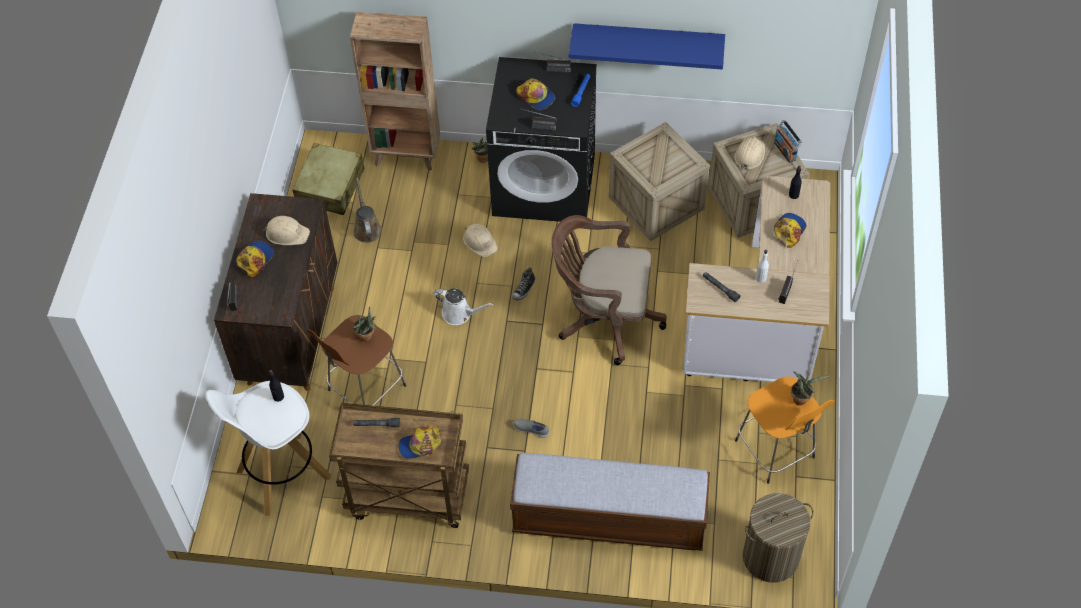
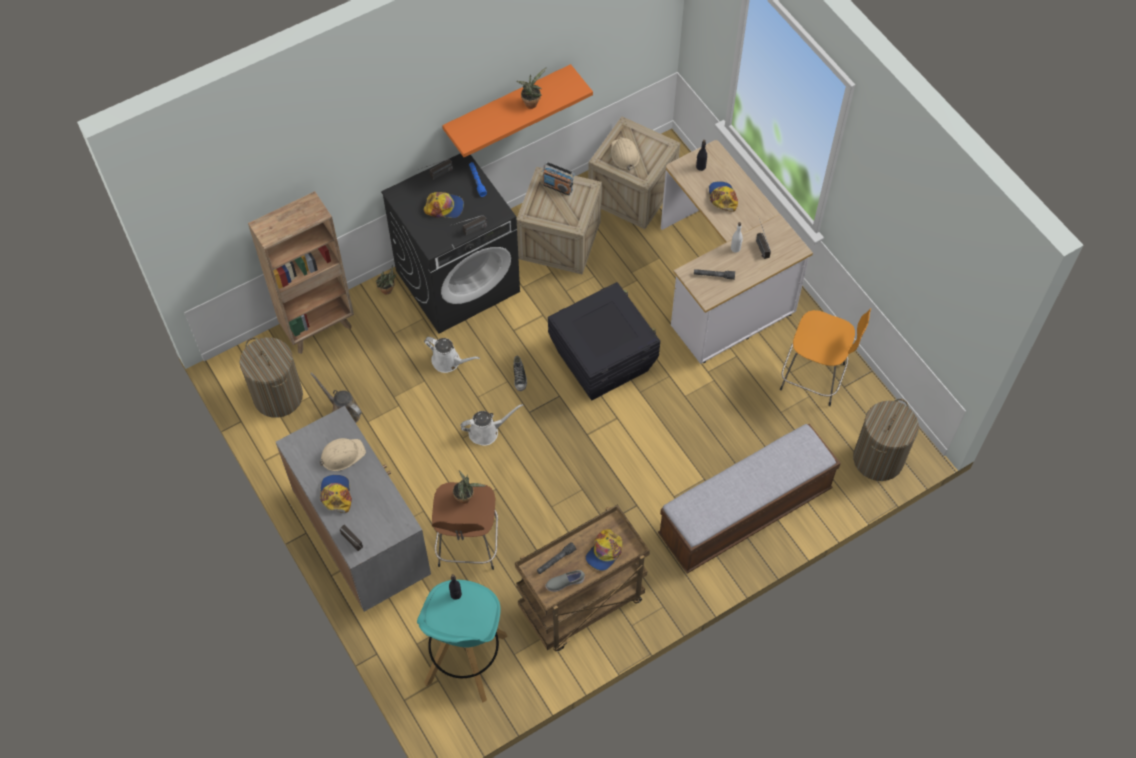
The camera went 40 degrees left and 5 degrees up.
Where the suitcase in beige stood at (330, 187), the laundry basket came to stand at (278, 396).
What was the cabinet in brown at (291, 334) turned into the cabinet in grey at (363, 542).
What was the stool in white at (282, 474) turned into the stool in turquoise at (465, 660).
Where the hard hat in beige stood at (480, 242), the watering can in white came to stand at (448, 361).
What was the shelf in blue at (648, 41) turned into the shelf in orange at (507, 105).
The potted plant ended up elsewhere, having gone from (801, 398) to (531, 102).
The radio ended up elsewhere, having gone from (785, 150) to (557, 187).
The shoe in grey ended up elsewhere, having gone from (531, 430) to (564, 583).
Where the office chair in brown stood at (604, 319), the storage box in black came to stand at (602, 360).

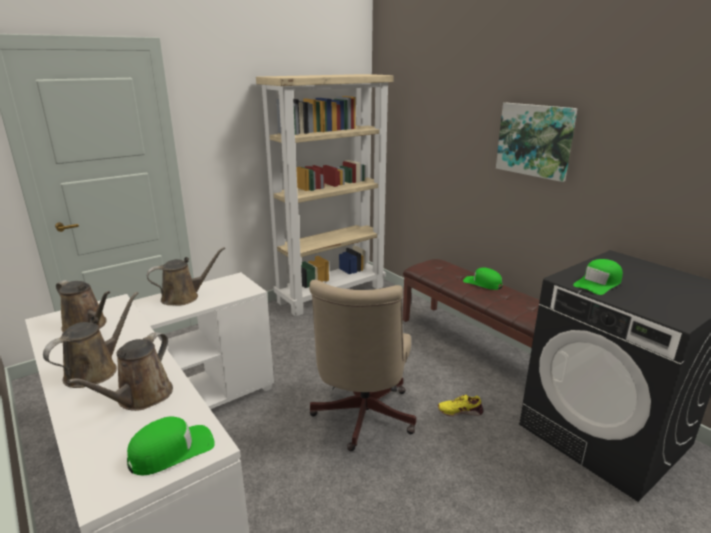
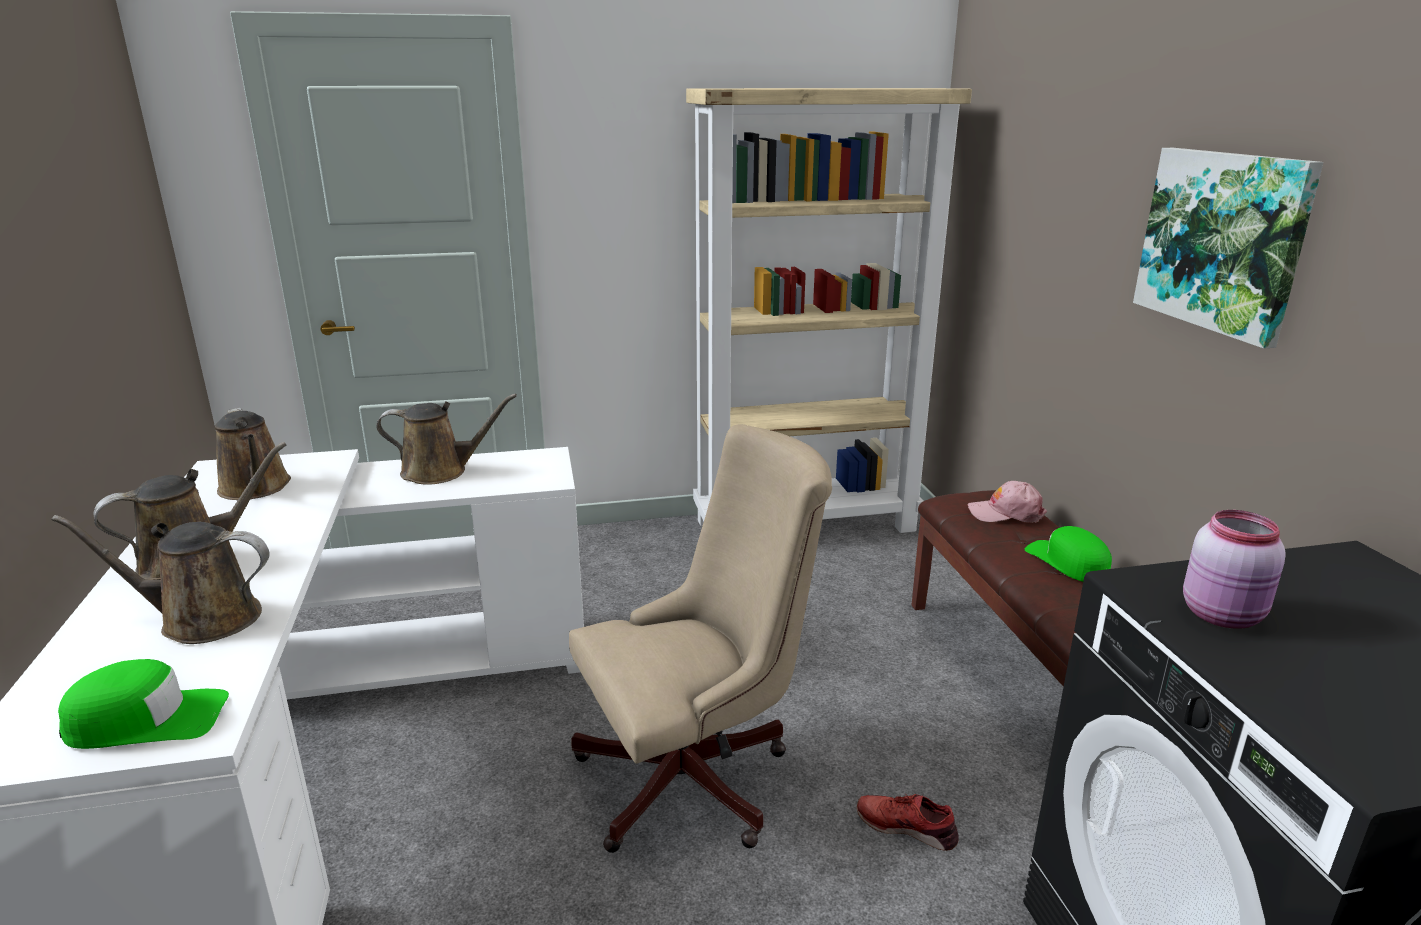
The camera went 25 degrees right and 0 degrees up.
The watering can in brown at (141, 397) ended up facing another way, 45 degrees clockwise from before.
The office chair in beige at (361, 418) ended up facing another way, 150 degrees counterclockwise from before.
What was the shoe in yellow at (460, 410) turned into the shoe in red at (906, 826).
The second view gained the cap in pink at (1006, 513).
Where the cap in green stood at (598, 283), the jar in pink came to stand at (1224, 615).

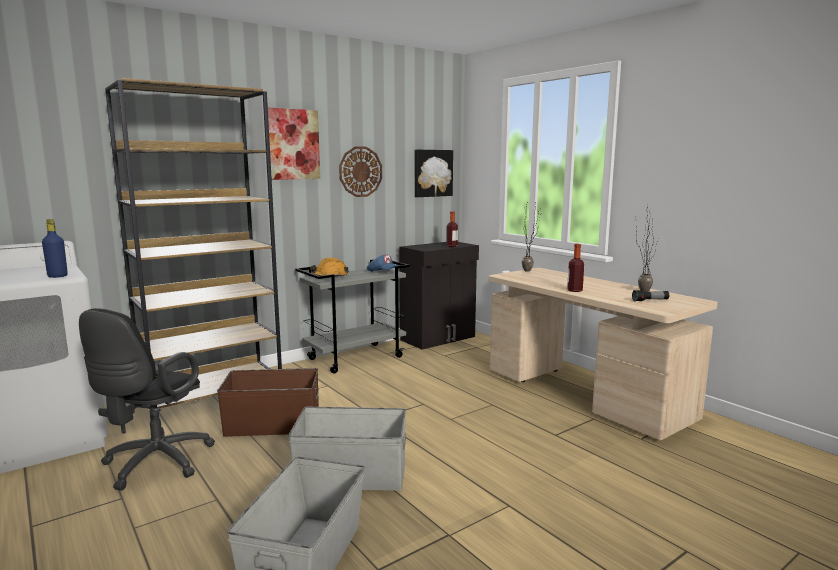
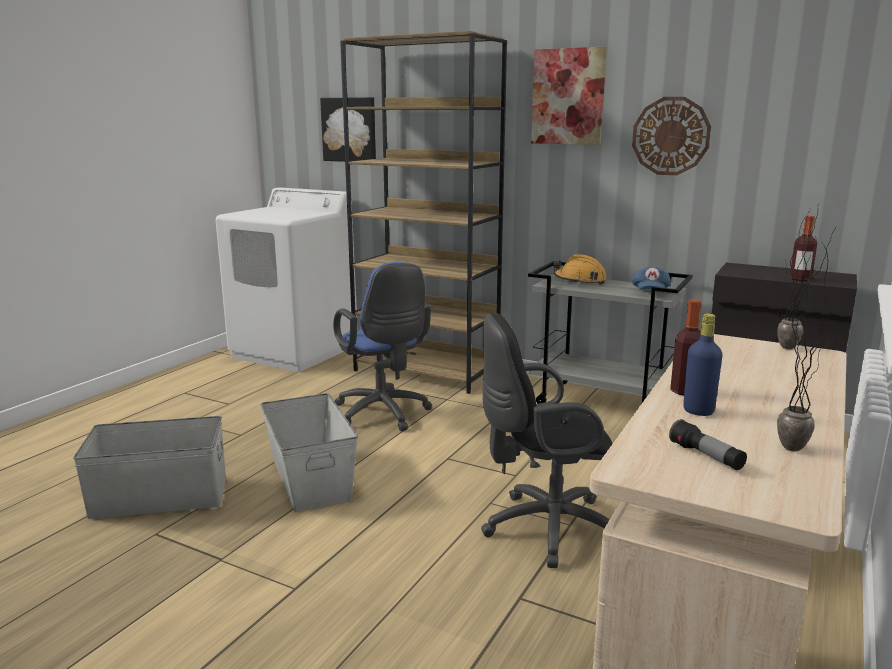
The camera went 65 degrees right and 5 degrees up.
The picture ended up elsewhere, having gone from (432, 173) to (350, 129).
Where the storage box in brown stood at (273, 425), the office chair in blue came to stand at (383, 414).
The office chair in black ended up elsewhere, having gone from (153, 464) to (544, 528).
The bottle in blue ended up elsewhere, having gone from (57, 276) to (698, 411).

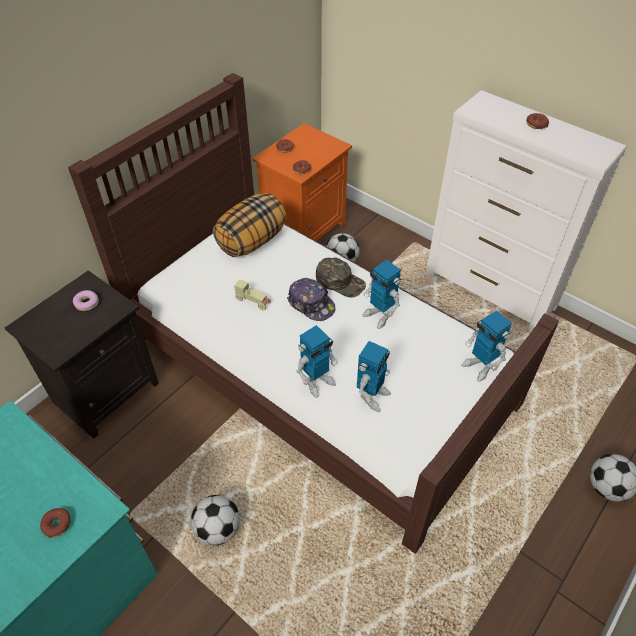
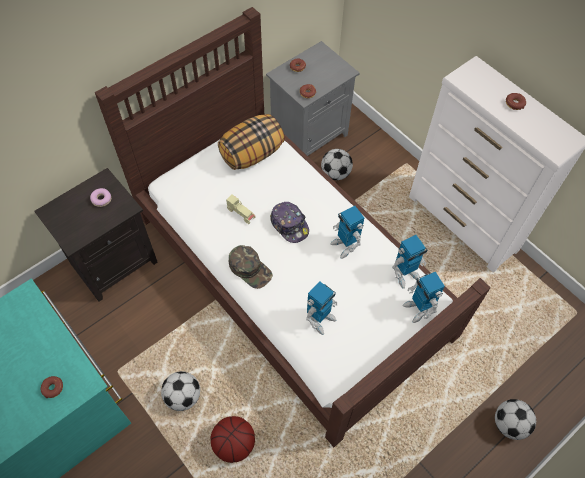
The camera went 10 degrees right and 10 degrees up.
The second view gained the basketball at (233, 444).
The cap in green ended up elsewhere, having gone from (340, 281) to (250, 269).
What was the nightstand in orange at (304, 230) turned into the nightstand in grey at (309, 134).
The toy robot ended up elsewhere, having gone from (317, 382) to (405, 275).

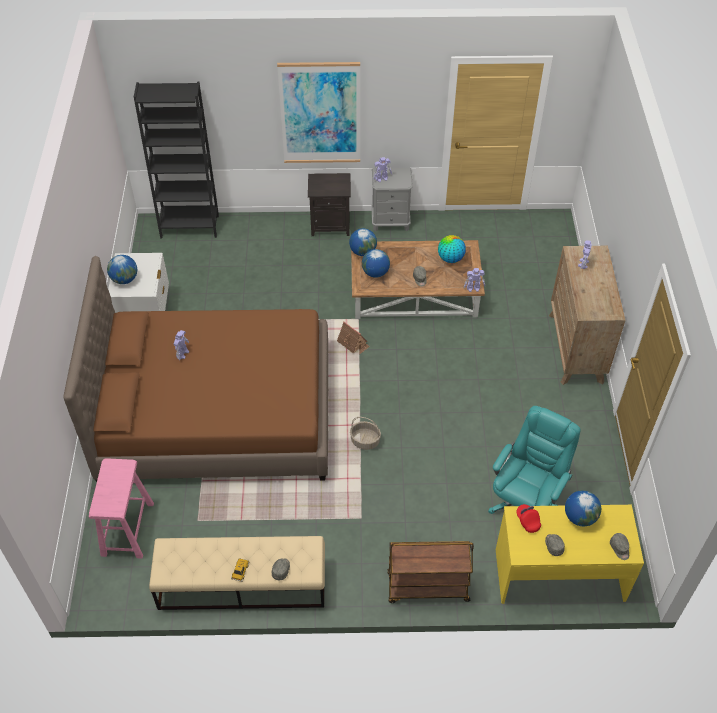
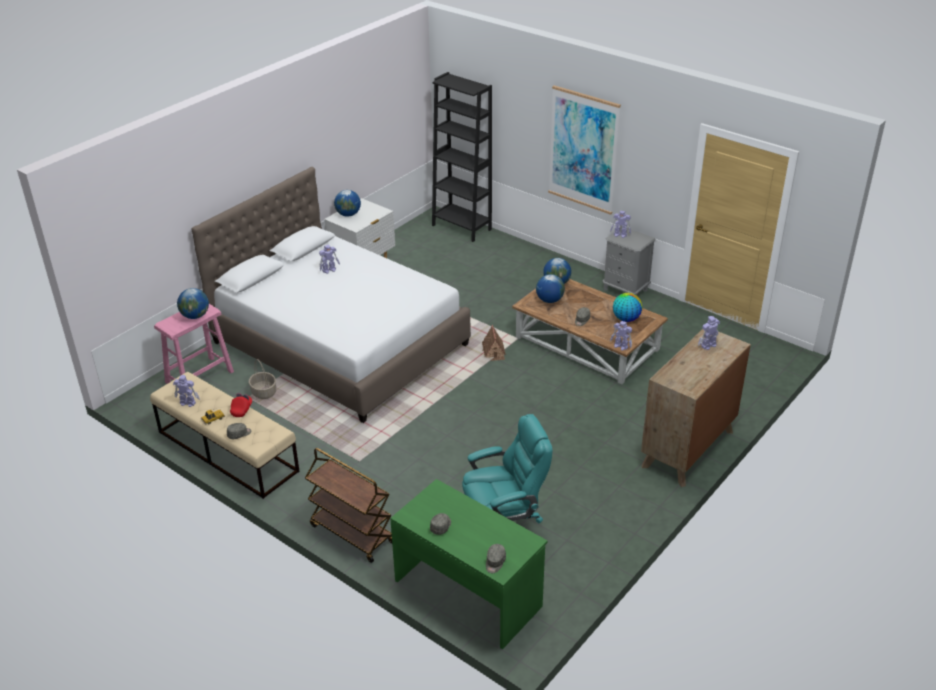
The camera went 40 degrees right and 15 degrees down.
The second view gained the toy robot at (187, 403).
The globe ended up elsewhere, having gone from (580, 517) to (195, 316).
What was the bed in brown at (217, 412) turned into the bed in white at (340, 343).
The cap in red ended up elsewhere, having gone from (527, 521) to (242, 409).
The basket ended up elsewhere, having gone from (364, 441) to (263, 392).
What was the desk in yellow at (559, 573) turned into the desk in green at (468, 592).
The second view lost the nightstand in black at (331, 225).

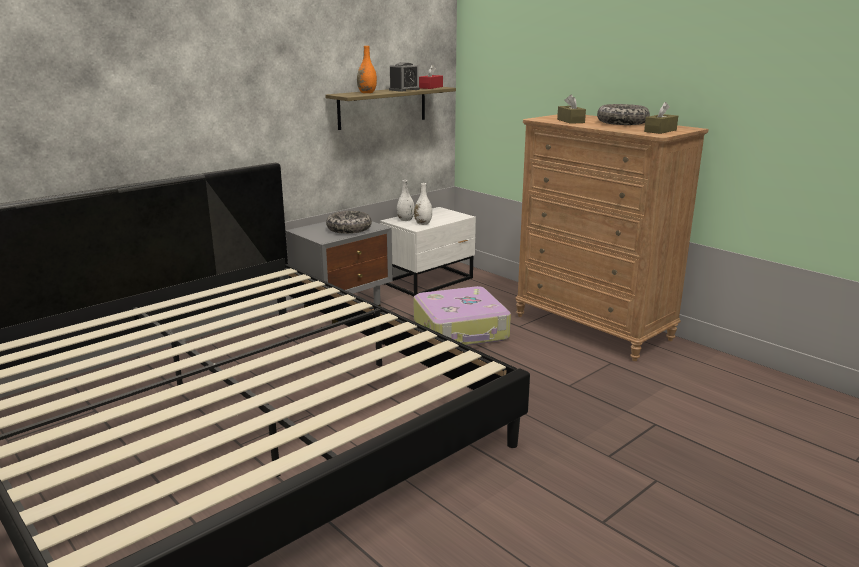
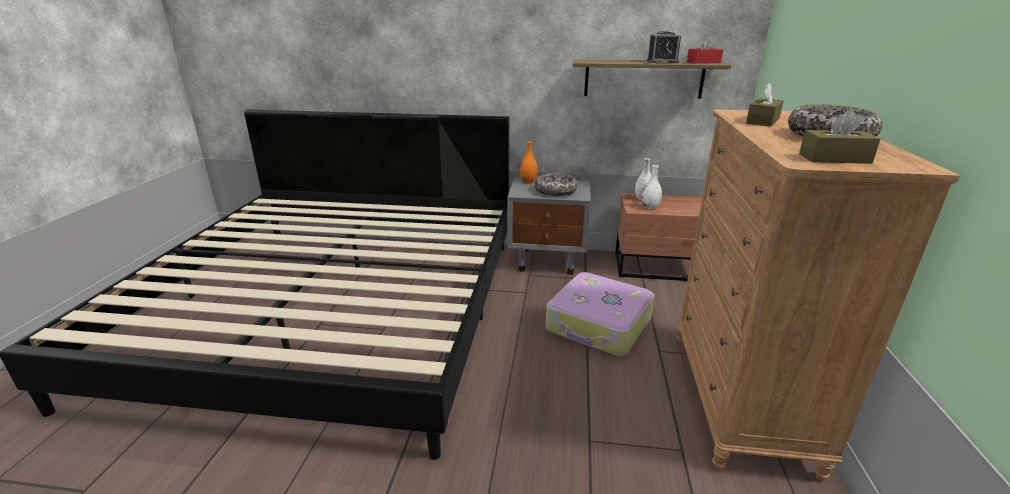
The camera went 50 degrees right and 5 degrees up.
The vase in orange ended up elsewhere, having gone from (367, 92) to (528, 181).
What was the nightstand in white at (430, 281) turned into the nightstand in brown at (659, 267).

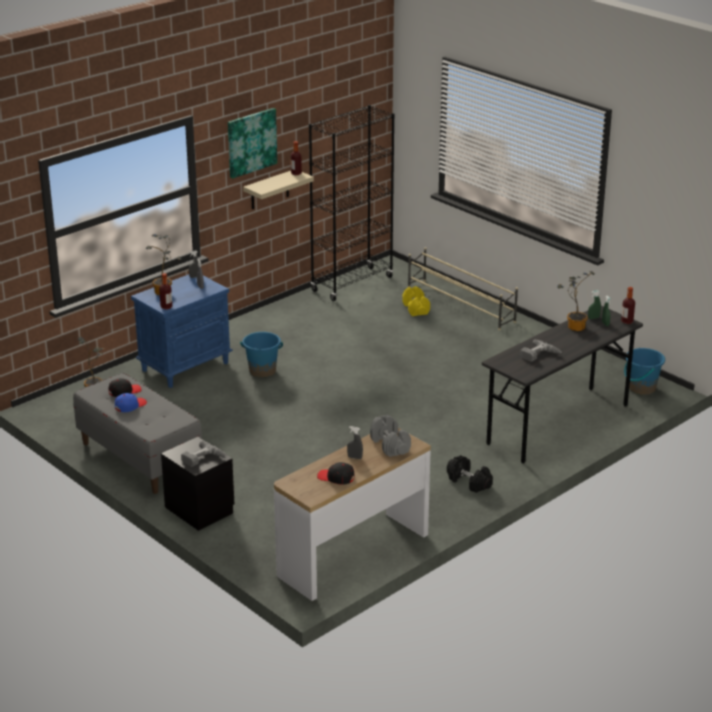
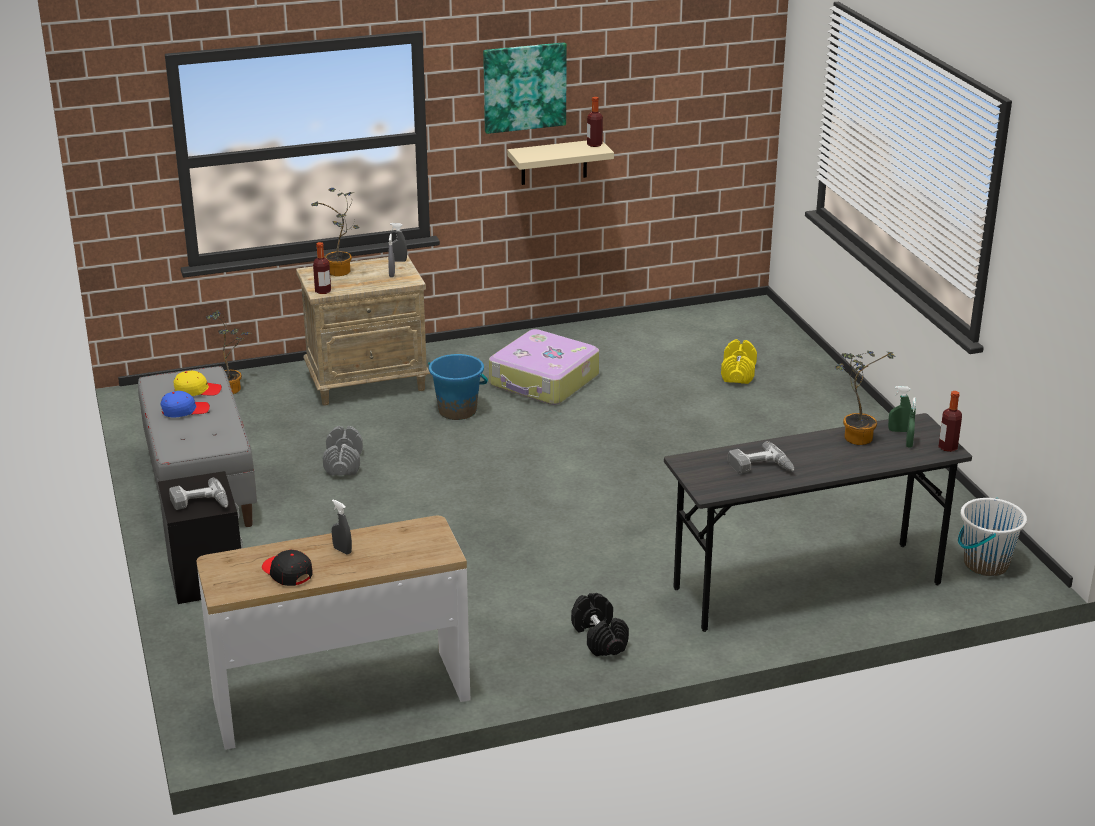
The camera went 25 degrees right and 0 degrees up.
What was the cap in black at (124, 391) turned into the cap in yellow at (197, 390).
What was the nightstand in blue at (185, 366) turned into the nightstand in beige at (368, 382).
The dumbbell in grey ended up elsewhere, having gone from (389, 445) to (343, 463).
The second view gained the suitcase at (544, 381).
What was the bucket in blue at (641, 388) turned into the bucket in white at (985, 564).
The second view lost the bookcase in black at (352, 284).
The second view lost the shoe rack in beige at (461, 305).

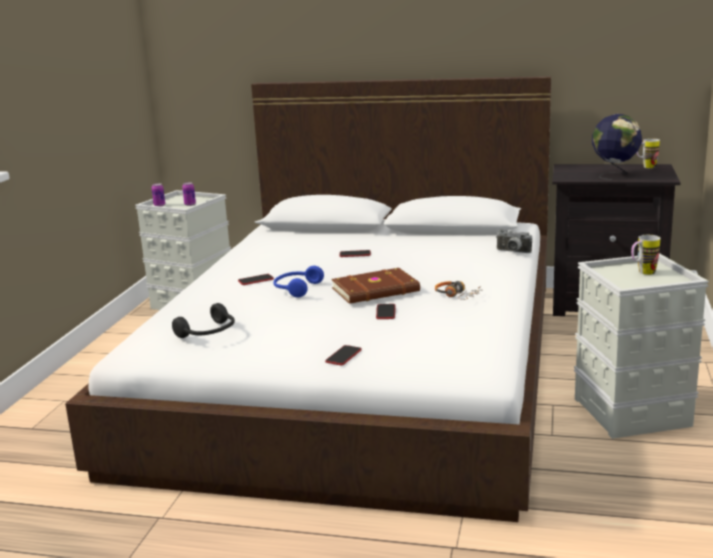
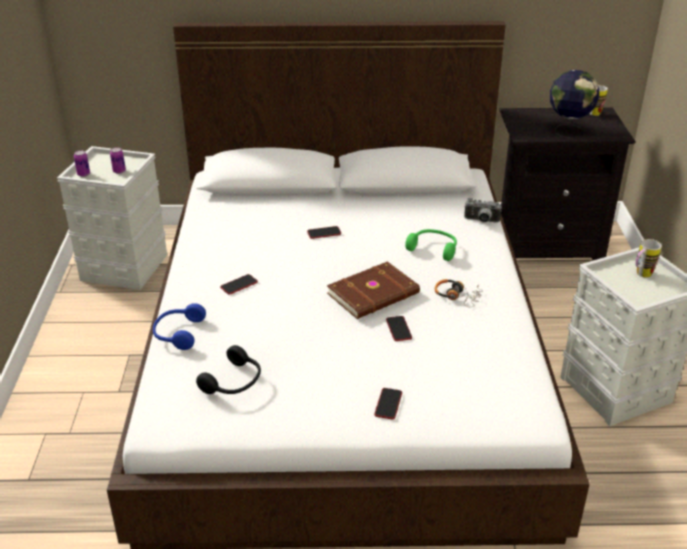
The camera went 15 degrees left and 15 degrees up.
The headphones in blue ended up elsewhere, having gone from (296, 289) to (178, 333).
The second view gained the headphones in green at (433, 249).

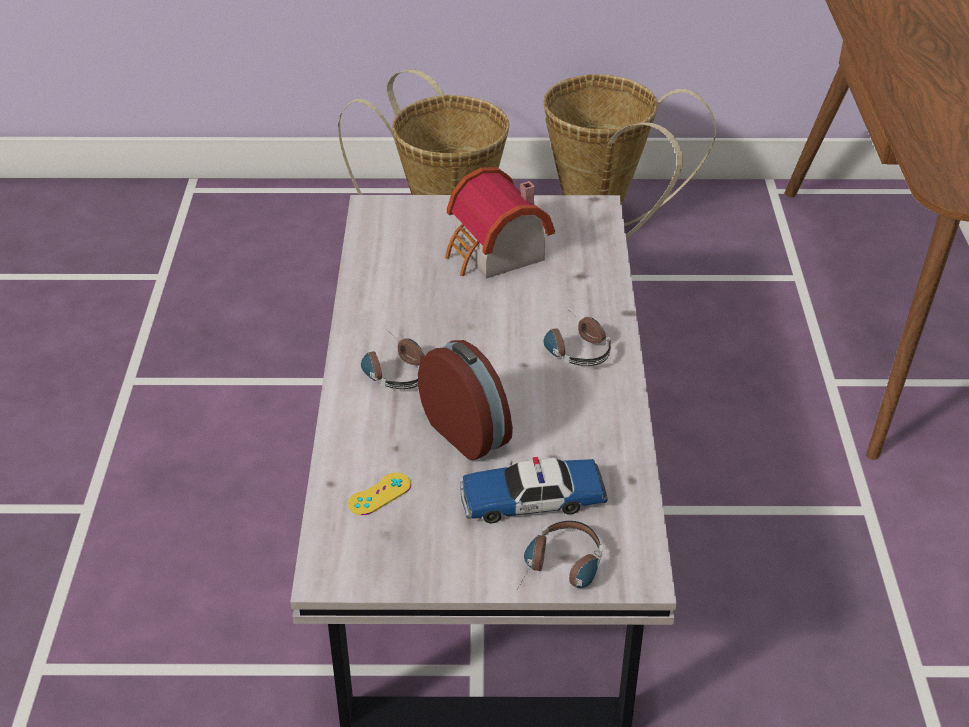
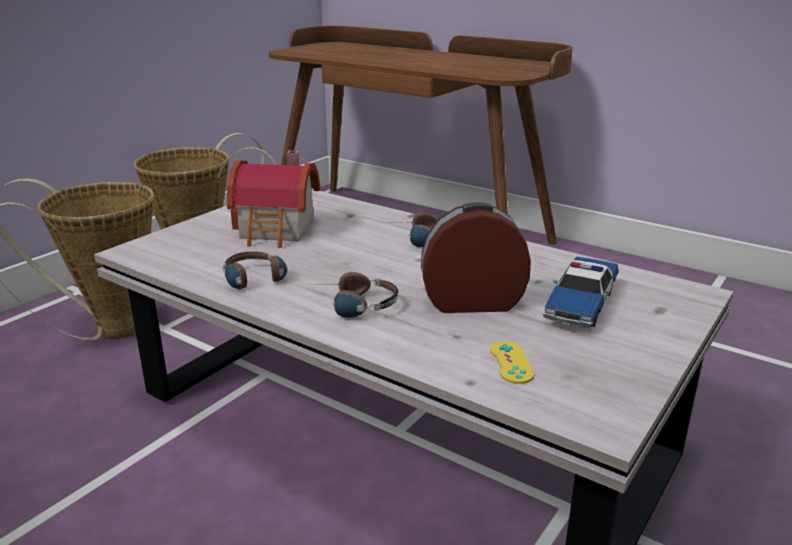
The camera went 55 degrees left and 15 degrees down.
The headphones ended up elsewhere, having gone from (560, 571) to (257, 282).

